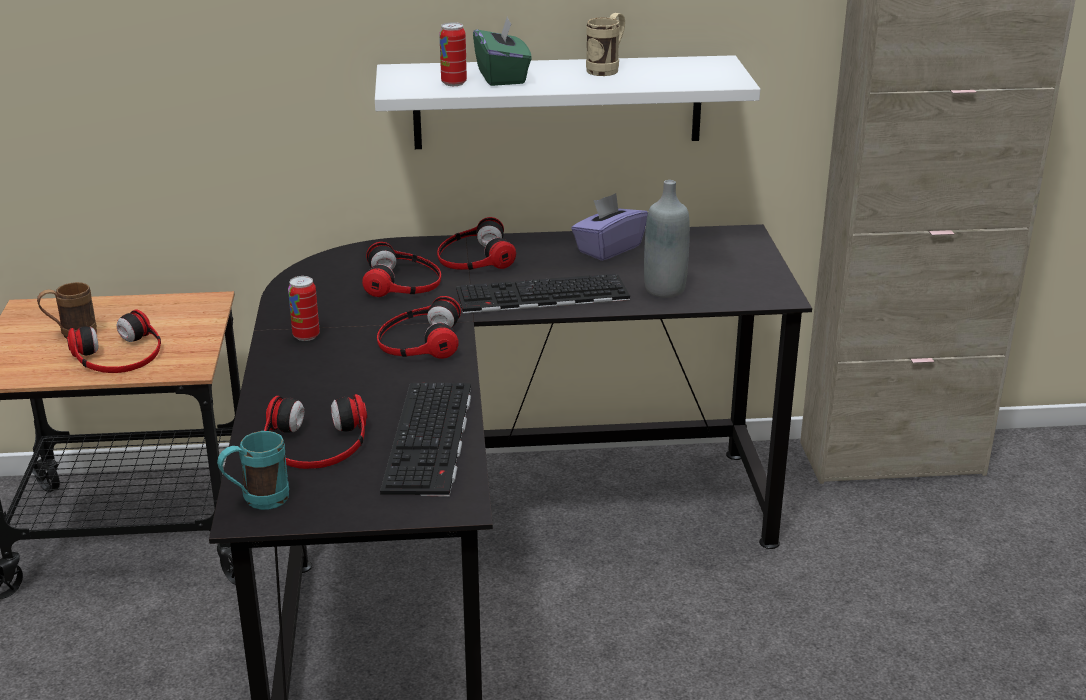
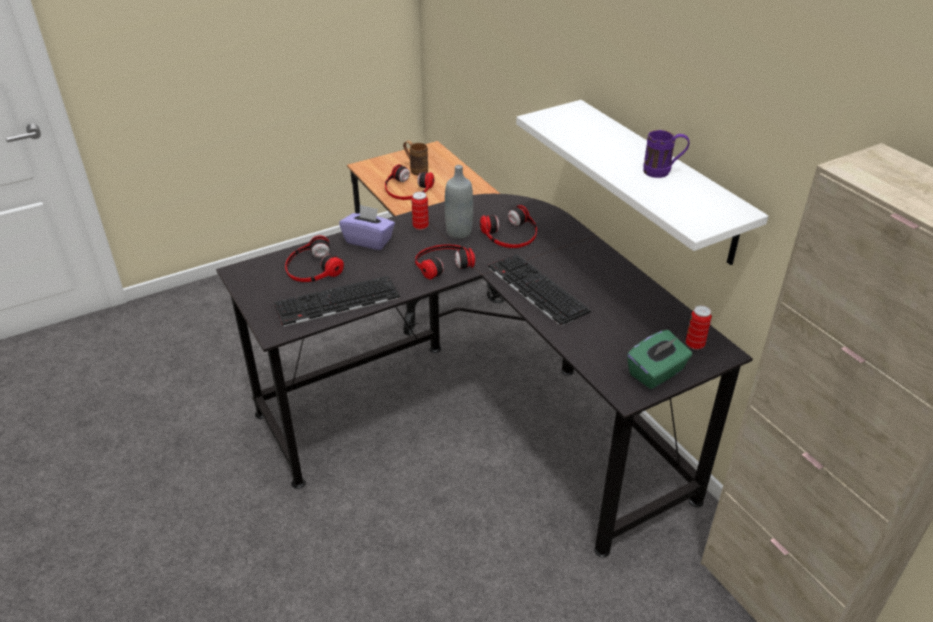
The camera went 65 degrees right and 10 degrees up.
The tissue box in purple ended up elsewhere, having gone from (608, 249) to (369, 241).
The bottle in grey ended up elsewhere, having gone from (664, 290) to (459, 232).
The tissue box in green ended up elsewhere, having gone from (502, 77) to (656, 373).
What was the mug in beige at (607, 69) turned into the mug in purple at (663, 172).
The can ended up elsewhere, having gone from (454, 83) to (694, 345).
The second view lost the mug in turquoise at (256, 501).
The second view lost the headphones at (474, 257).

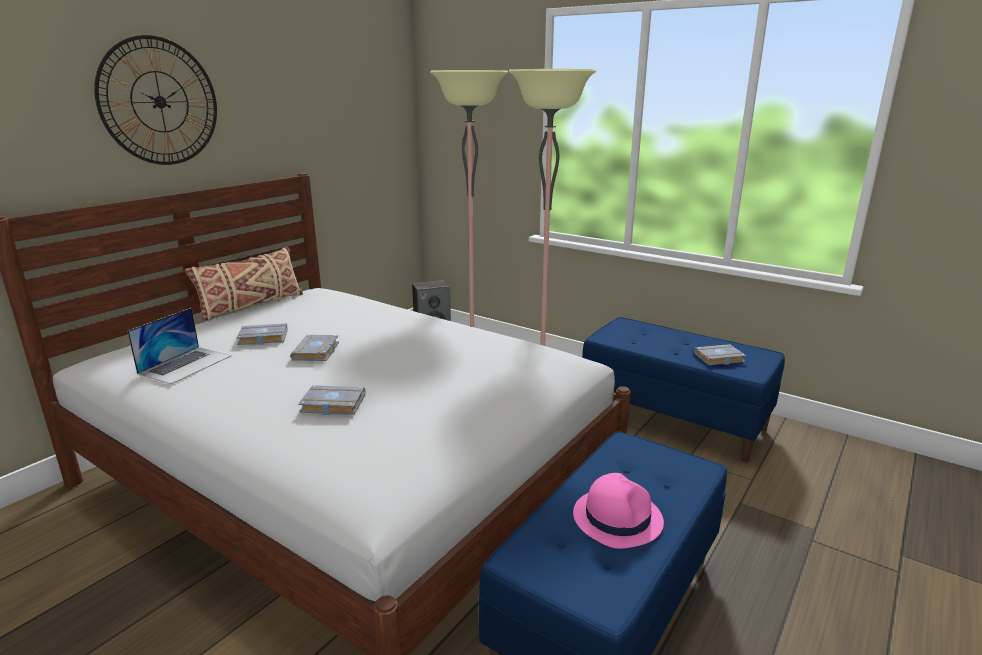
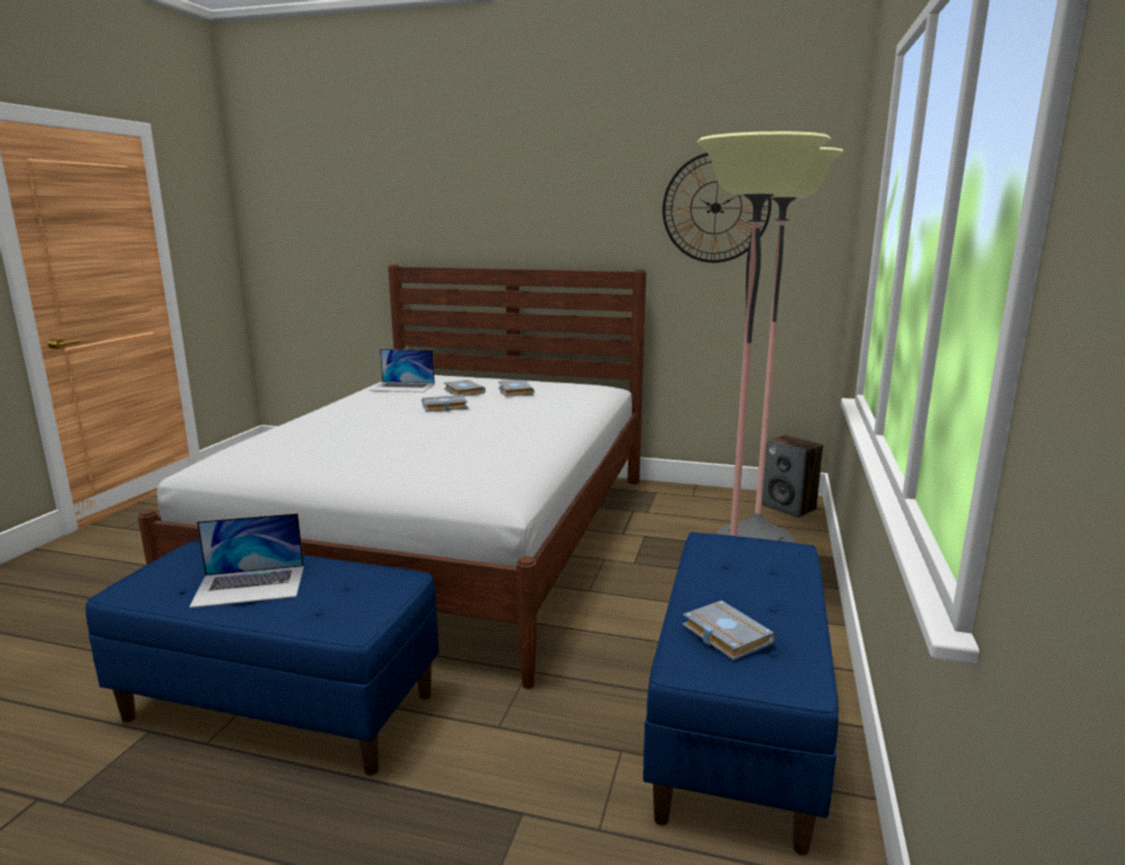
The camera went 70 degrees right and 5 degrees down.
Where the hat in pink stood at (617, 517), the laptop came to stand at (250, 586).
The book in grey ended up elsewhere, having gone from (331, 405) to (514, 391).
The wall clock ended up elsewhere, having gone from (160, 102) to (715, 208).
The second view lost the pillow in beige at (251, 305).

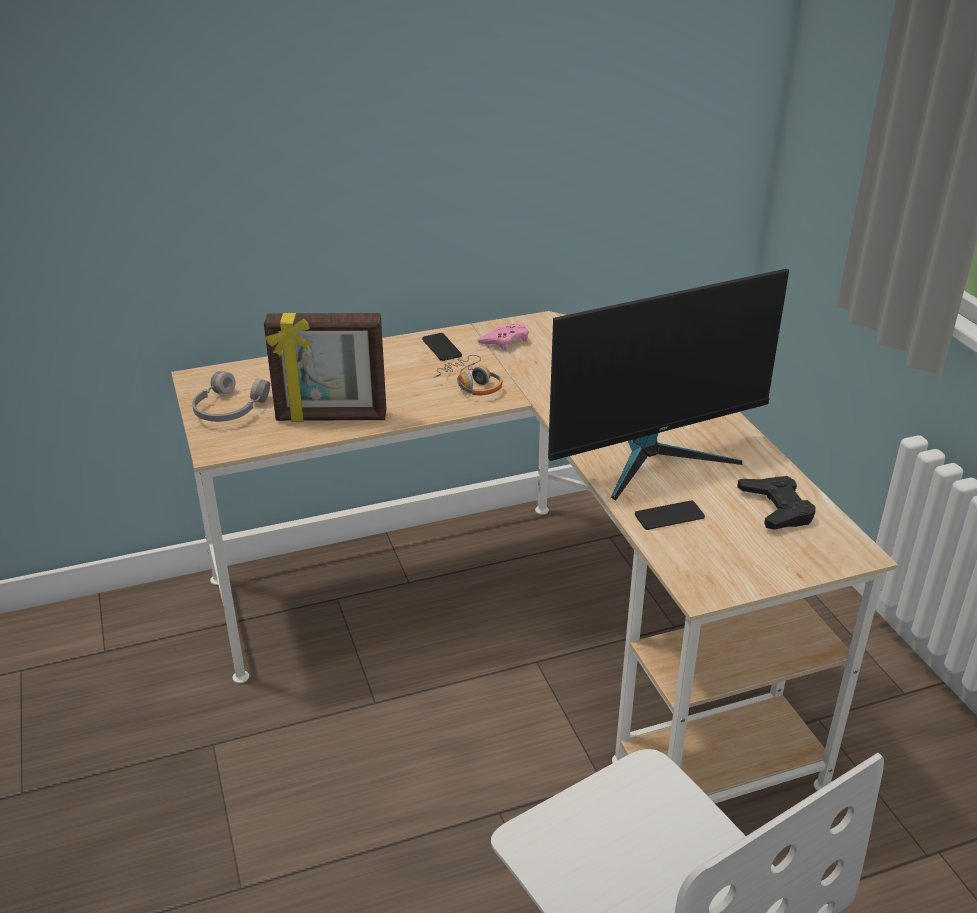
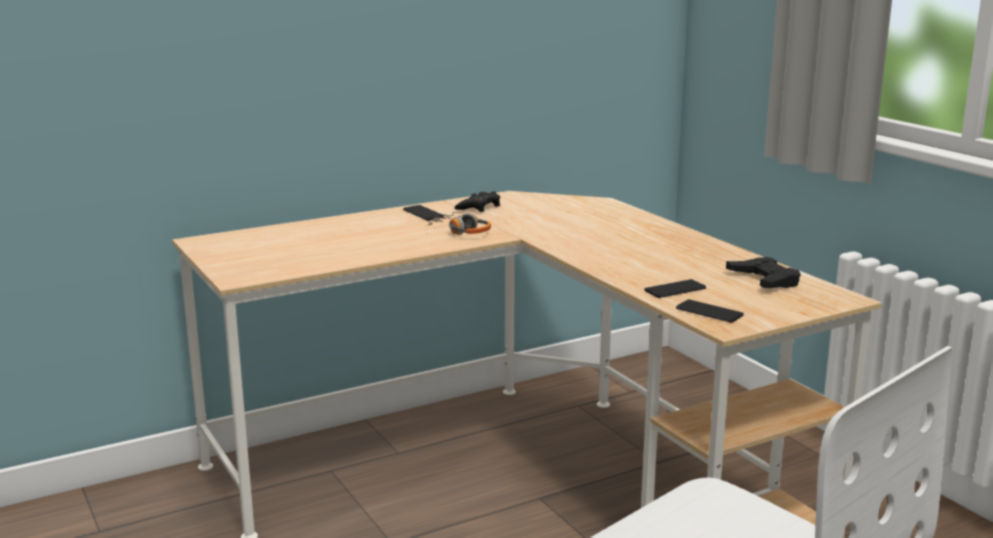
The camera went 10 degrees left and 15 degrees down.
What was the game controller in pink at (505, 341) turned into the game controller in black at (479, 207).
The second view gained the phone at (709, 312).
The second view lost the headphones in grey at (228, 409).
The second view lost the picture frame at (331, 418).
The second view lost the monitor at (655, 457).

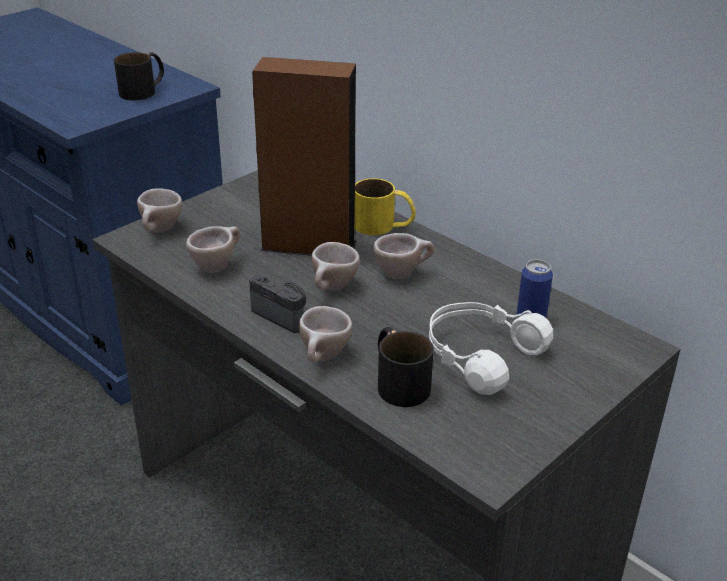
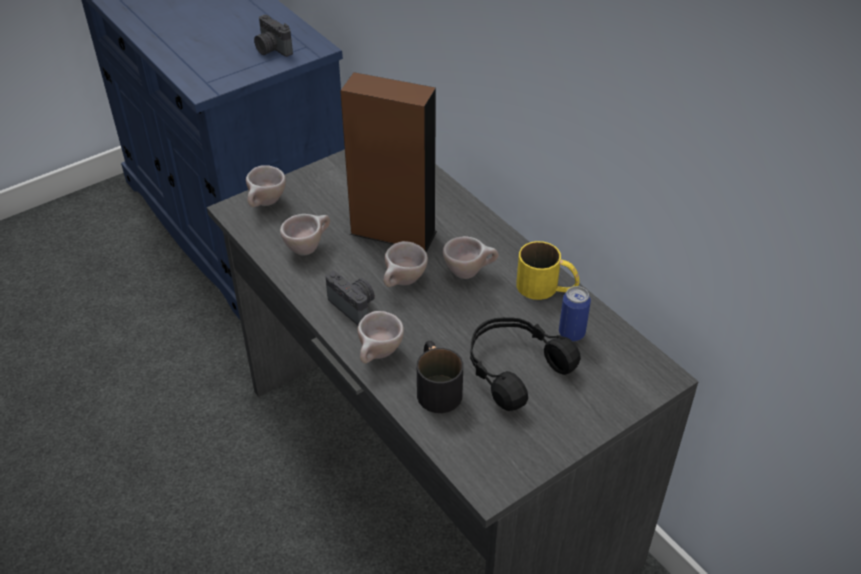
The camera went 10 degrees right and 10 degrees up.
Where the mug in black stood at (144, 90), the photo camera came to stand at (272, 49).
What was the headphones in white at (479, 355) turned into the headphones in black at (514, 368).
The mug in yellow ended up elsewhere, having gone from (383, 226) to (547, 288).

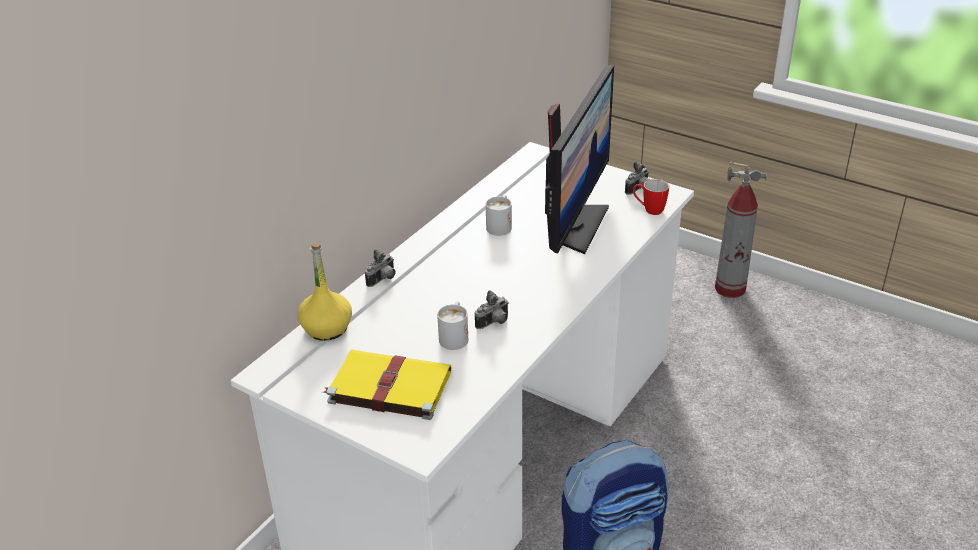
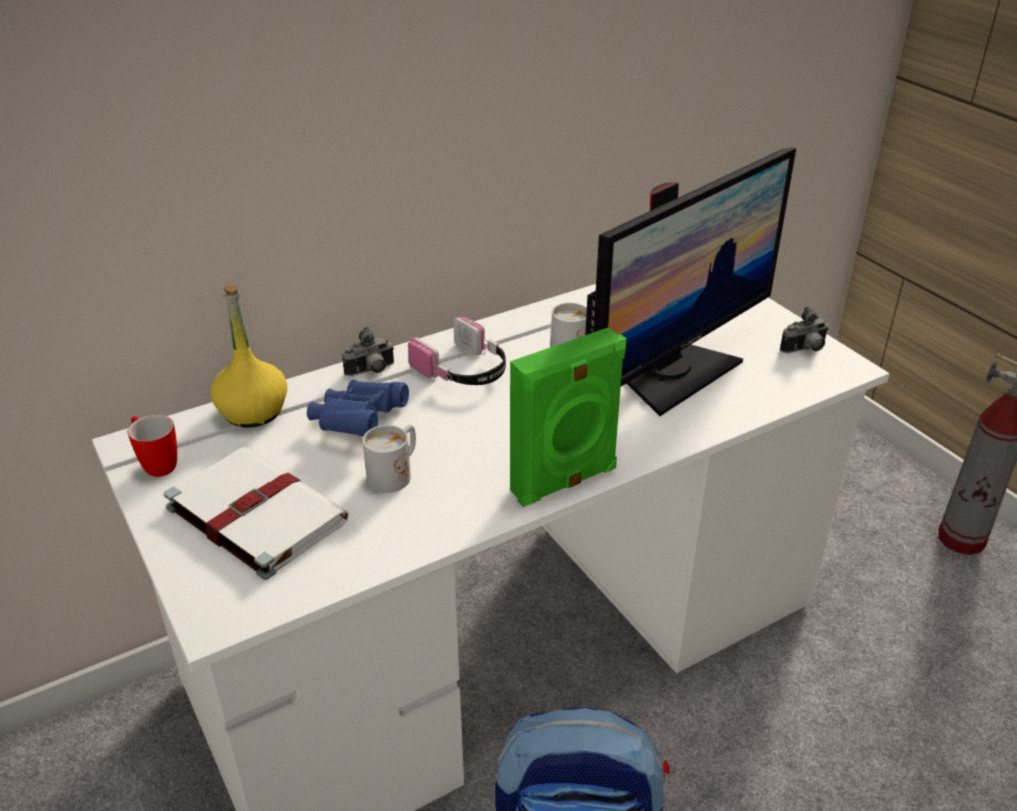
The camera went 25 degrees right and 0 degrees up.
The mug ended up elsewhere, having gone from (649, 210) to (156, 464).
What was the book in yellow at (388, 387) turned into the book in white at (254, 513).
The second view gained the binoculars in blue at (358, 423).
The second view gained the headphones at (464, 371).
The second view gained the speaker in green at (565, 482).
The second view lost the photo camera at (494, 323).

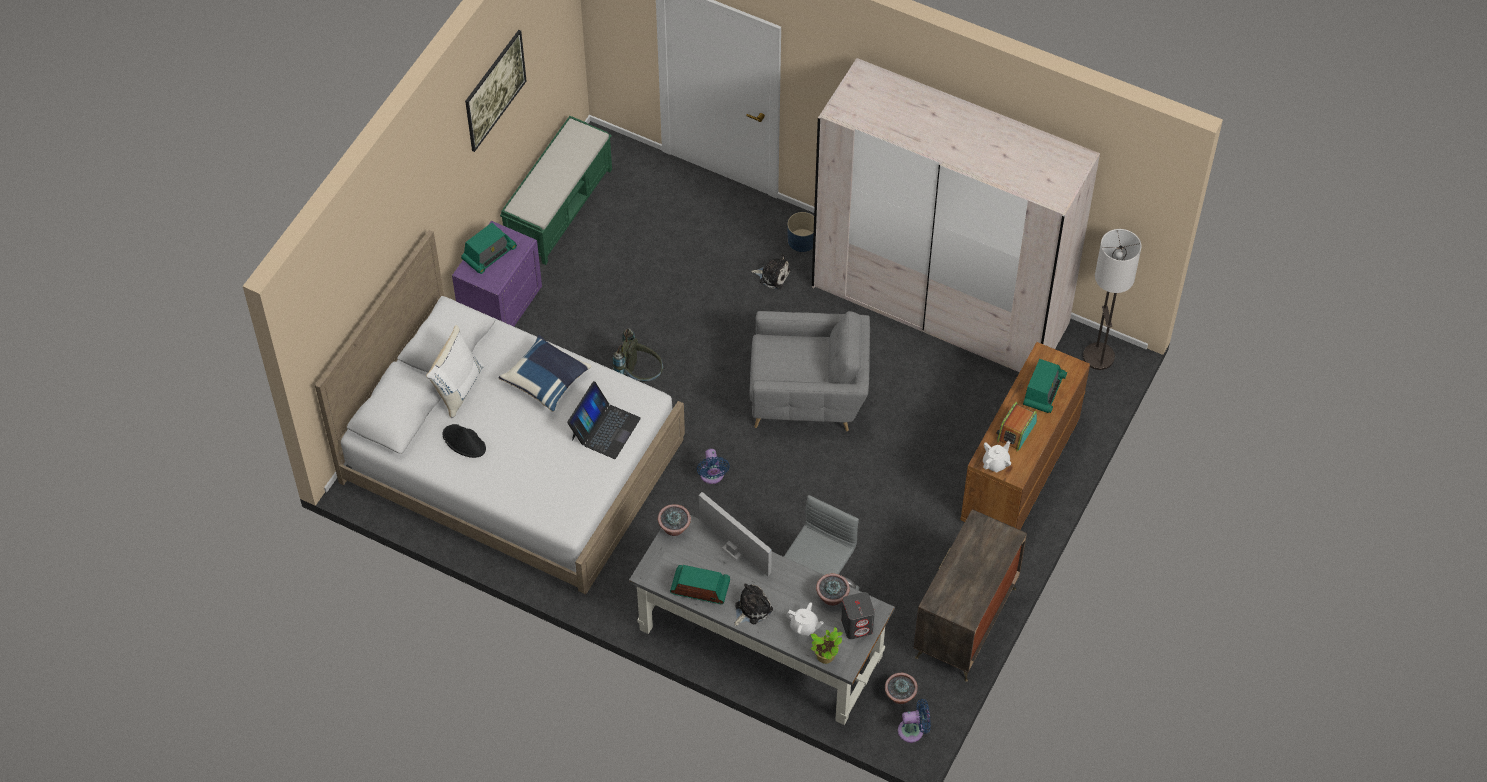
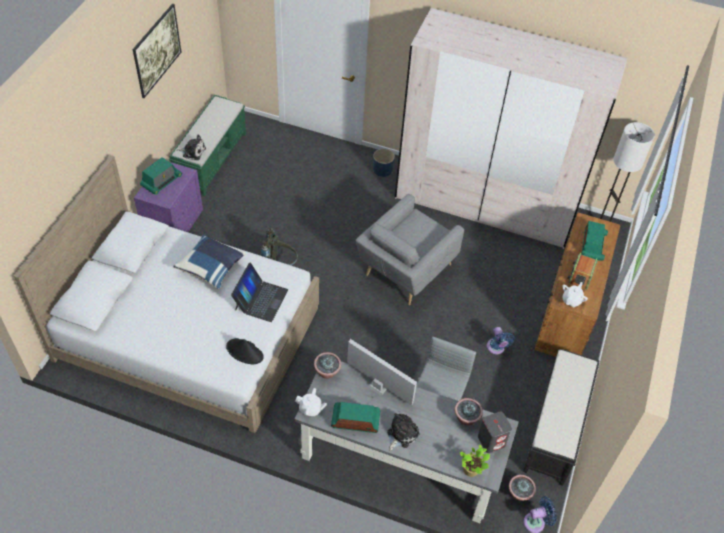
The camera went 10 degrees left and 5 degrees down.
The plush toy ended up elsewhere, having gone from (772, 275) to (193, 152).
The hat in black ended up elsewhere, having gone from (464, 442) to (245, 352).
The teapot in white ended up elsewhere, having gone from (804, 626) to (310, 409).
The armchair in grey at (808, 398) ended up facing another way, 135 degrees clockwise from before.
The fan in blue ended up elsewhere, having gone from (712, 476) to (496, 348).
Where the dresser stood at (964, 623), the bench in black came to stand at (555, 428).
The second view lost the pillow in white at (457, 388).

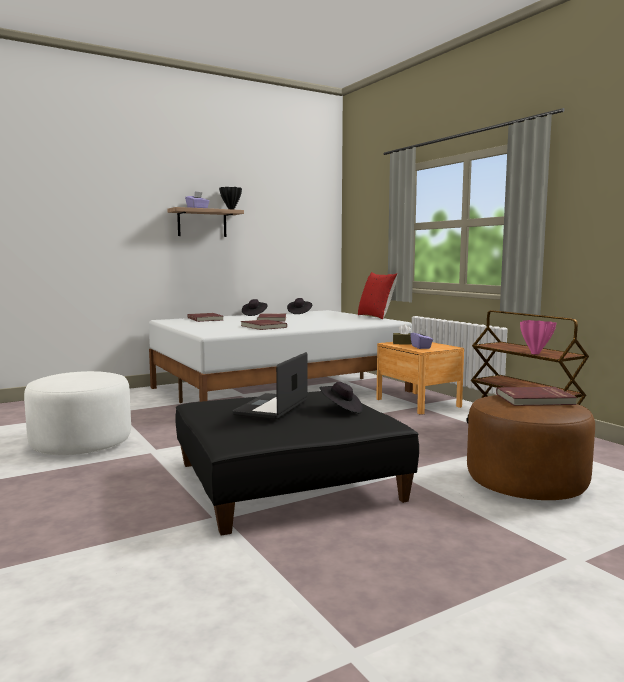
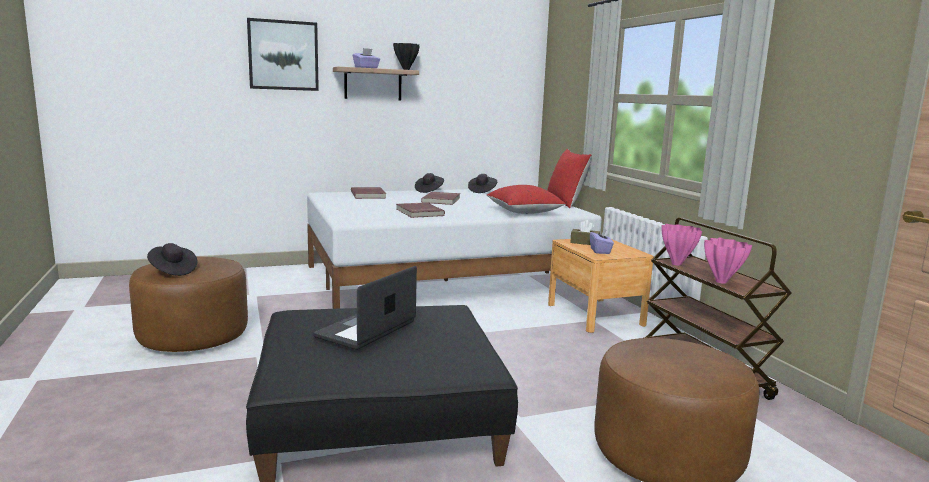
The camera went 10 degrees right and 5 degrees up.
What was the ottoman in white at (81, 444) turned into the ottoman in brown at (193, 337).
The hat in black ended up elsewhere, having gone from (341, 410) to (172, 271).
The second view gained the picture at (283, 55).
The second view gained the pillow in red at (524, 212).
The second view gained the vase in pink at (677, 264).
The second view lost the book in red at (535, 399).

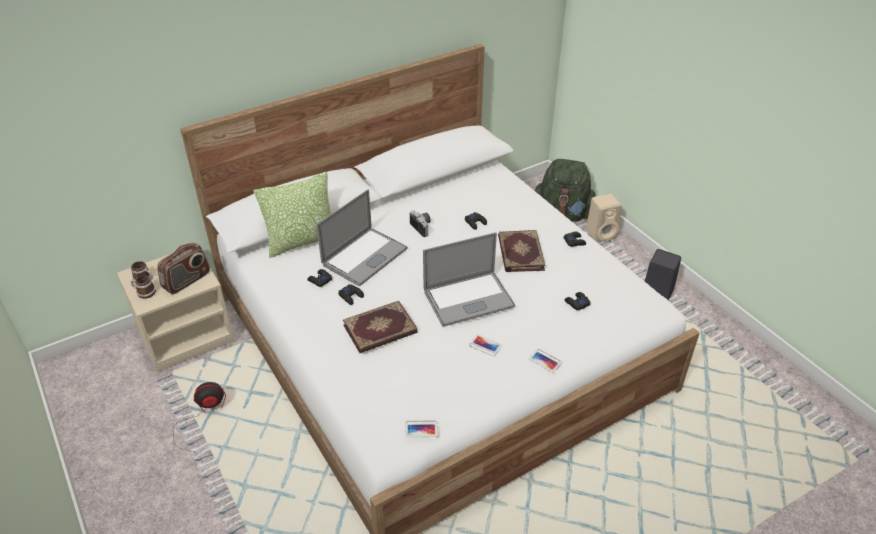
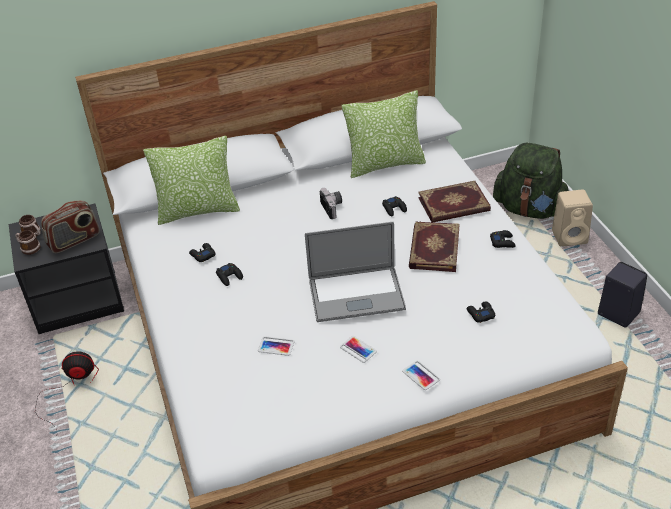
The camera went 15 degrees right and 0 degrees up.
What was the nightstand in beige at (186, 334) turned into the nightstand in black at (78, 298).
The phone ended up elsewhere, having gone from (421, 429) to (276, 346).
The second view gained the pillow at (385, 164).
The book ended up elsewhere, having gone from (380, 330) to (454, 205).
The second view lost the laptop at (364, 256).

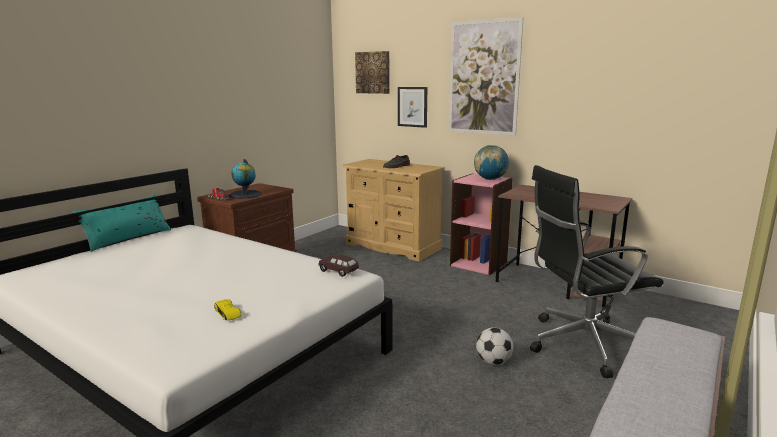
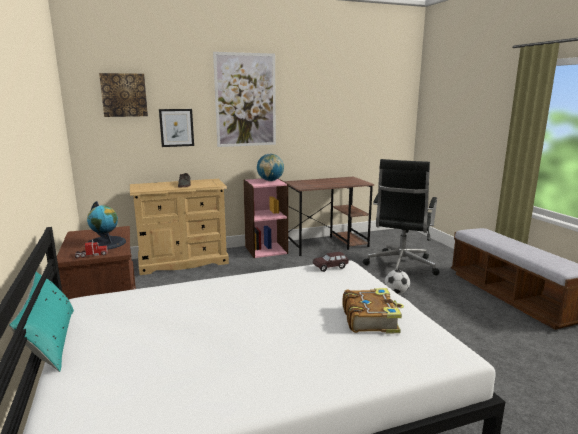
The camera went 55 degrees left and 0 degrees up.
Where the toy car in yellow stood at (228, 313), the book came to stand at (370, 319).

